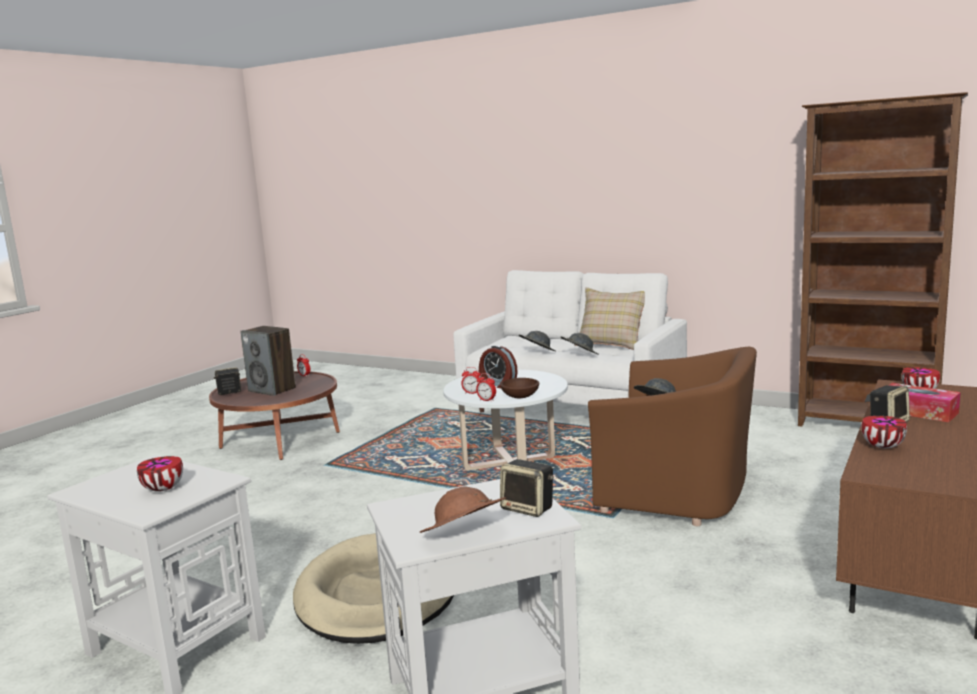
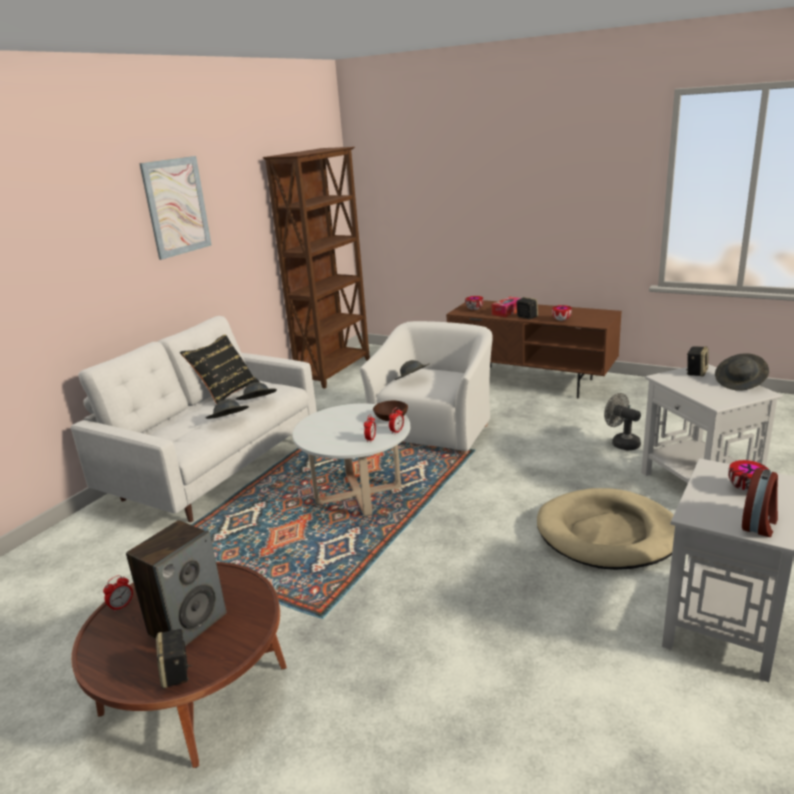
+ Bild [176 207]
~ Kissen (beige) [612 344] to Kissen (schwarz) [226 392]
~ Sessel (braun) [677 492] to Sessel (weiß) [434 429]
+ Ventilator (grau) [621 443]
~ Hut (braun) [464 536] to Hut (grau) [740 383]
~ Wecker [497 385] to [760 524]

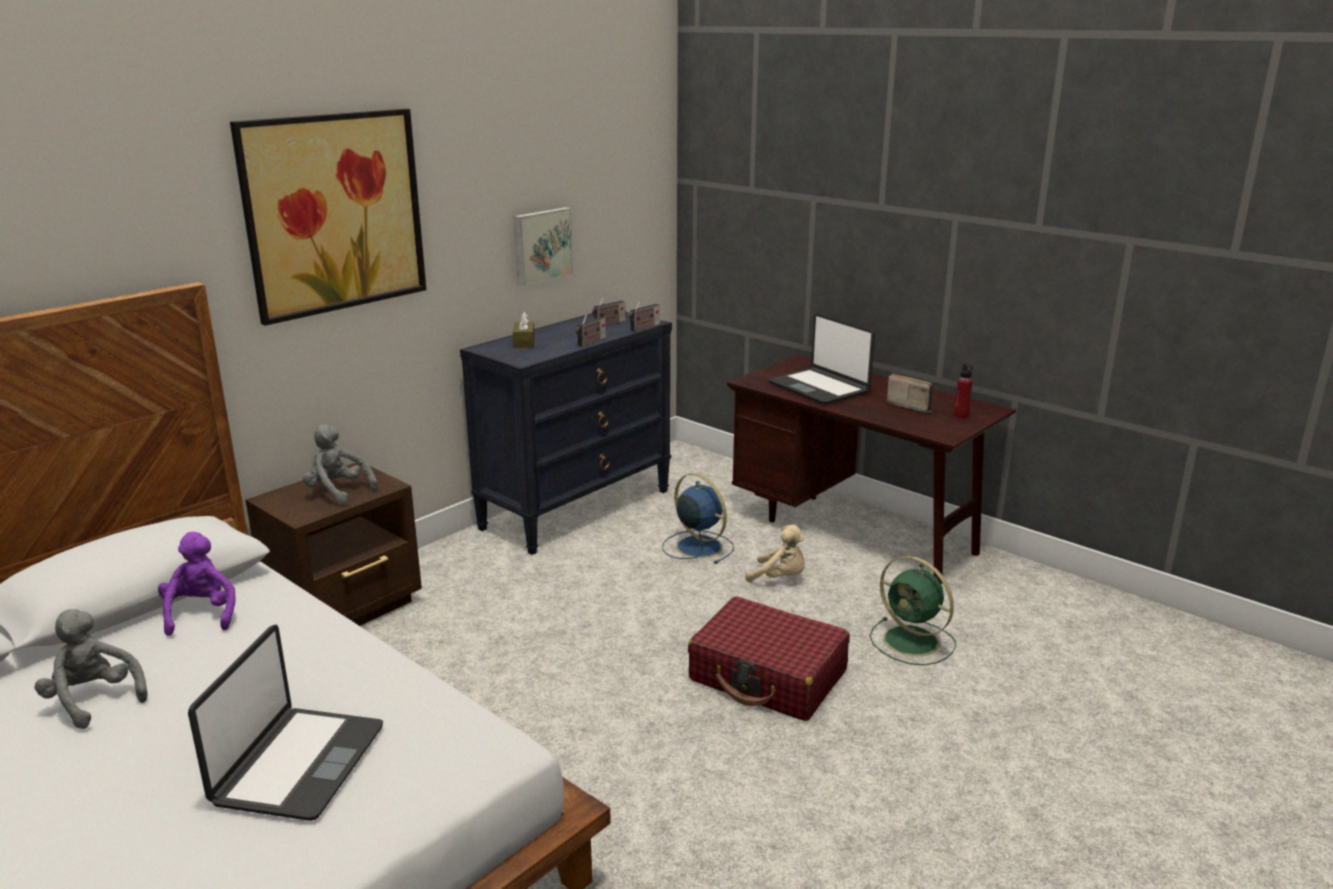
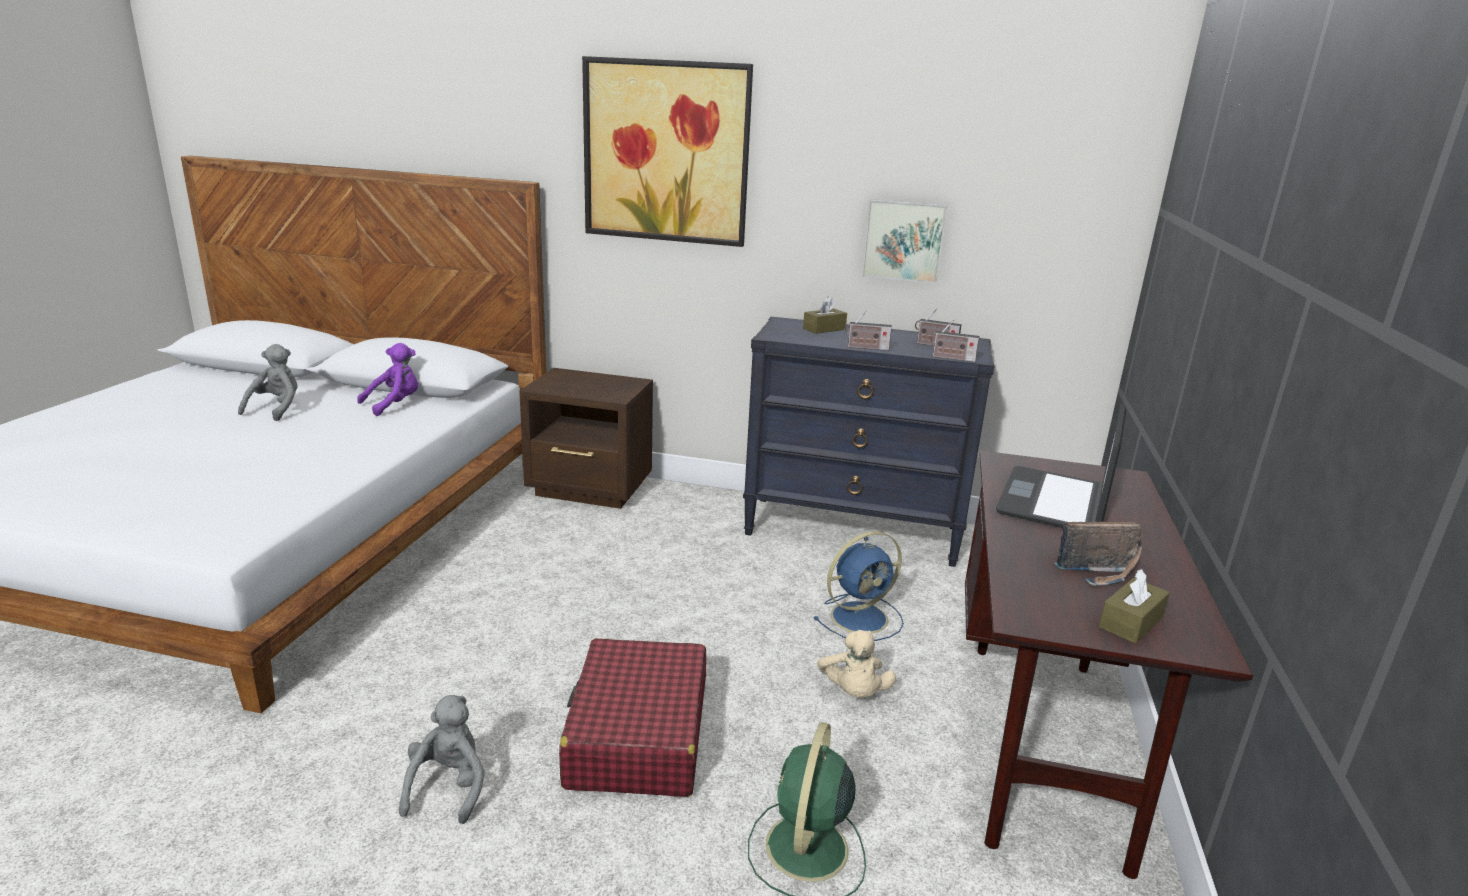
~ Plüschtier (grau) [338 492] to [448 787]
~ Ventilator (blau) [697 546] = [861 617] 45 degrees clockwise
~ Radio [910 405] = [1100 574] 75 degrees clockwise
~ Flasche (rot) [961 415] to Taschentuchbox (braun) [1131 622]
- Laptop [298 764]

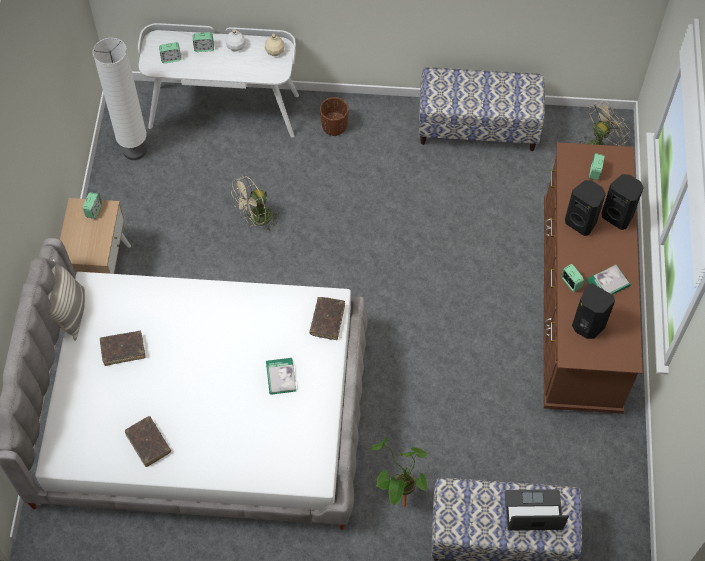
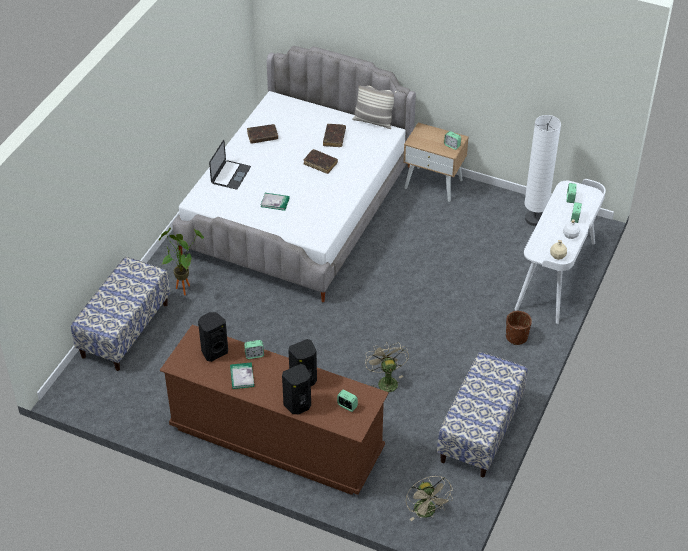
~ Laptop [533 511] to [230 175]
~ Buch (braun) [327 320] to [320 164]
~ Ventilator (beige) [256 219] to [385 381]

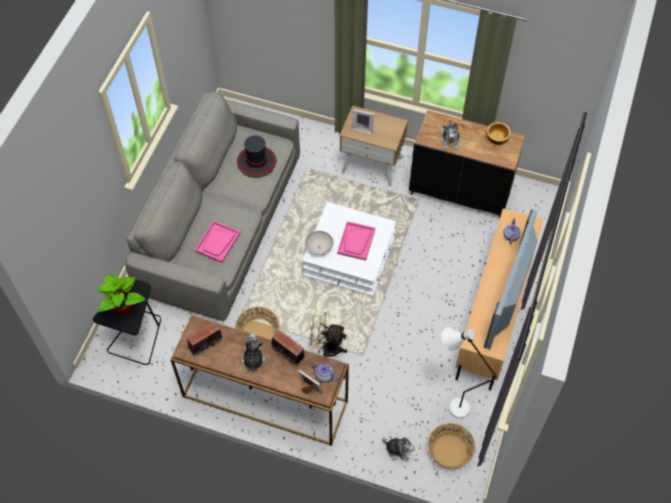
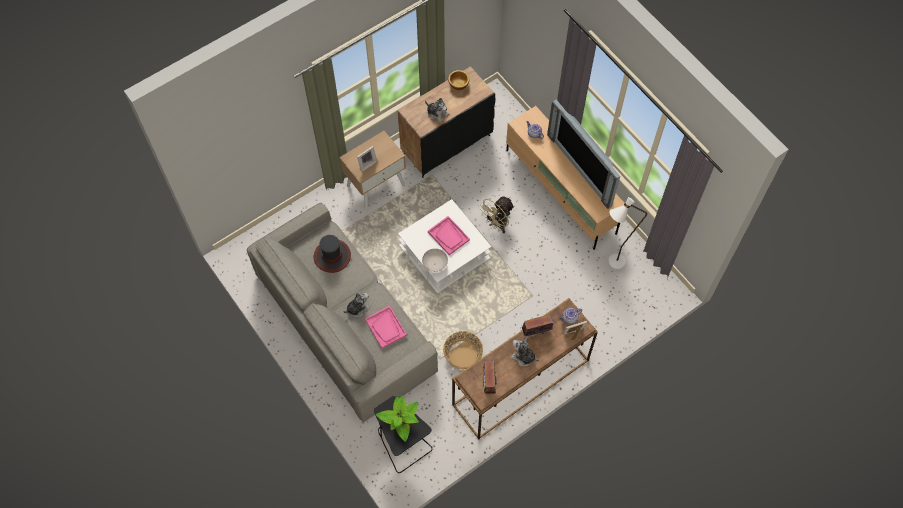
~ Plüschtier [398 450] to [357 308]
~ Ventilator (beige) [326 348] to [497 224]
- Korb [449 451]

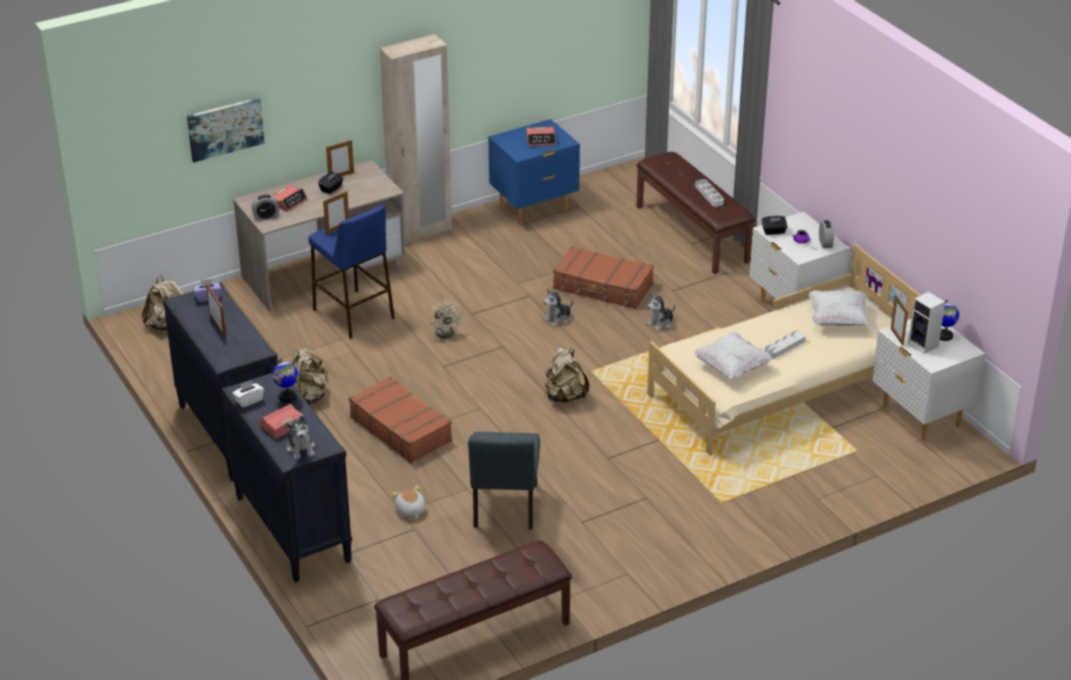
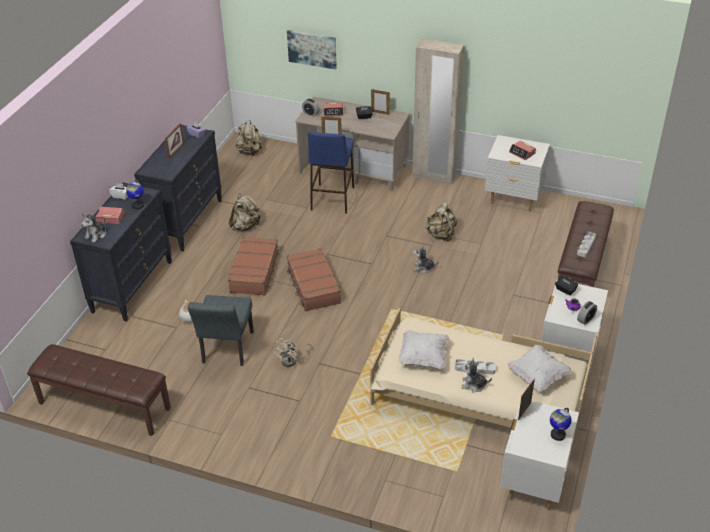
~ Stuhl (grau) [504 510] = [226 350] 45 degrees counterclockwise
~ Ventilator (beige) [447 331] to [292 361]
~ Koffer (braun) [603 287] to [313 286]
~ Rucksack (beige) [564 396] to [441 235]
~ Plüschtier [660 323] to [473 385]
~ Nachttisch (blau) [534 209] to Nachttisch (weiß) [513 199]
- Lautsprecher [924 345]

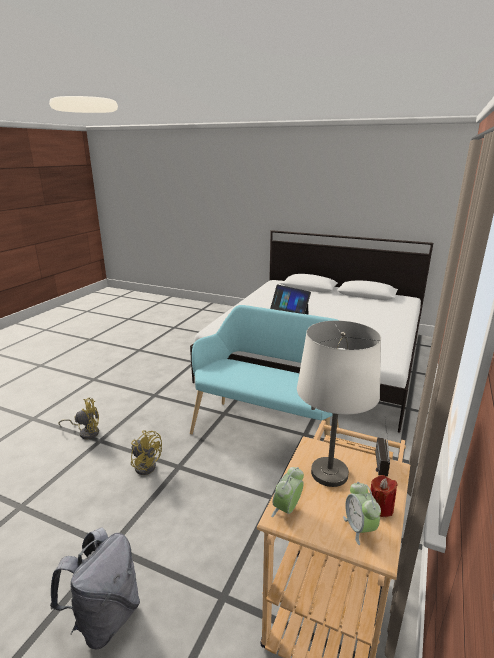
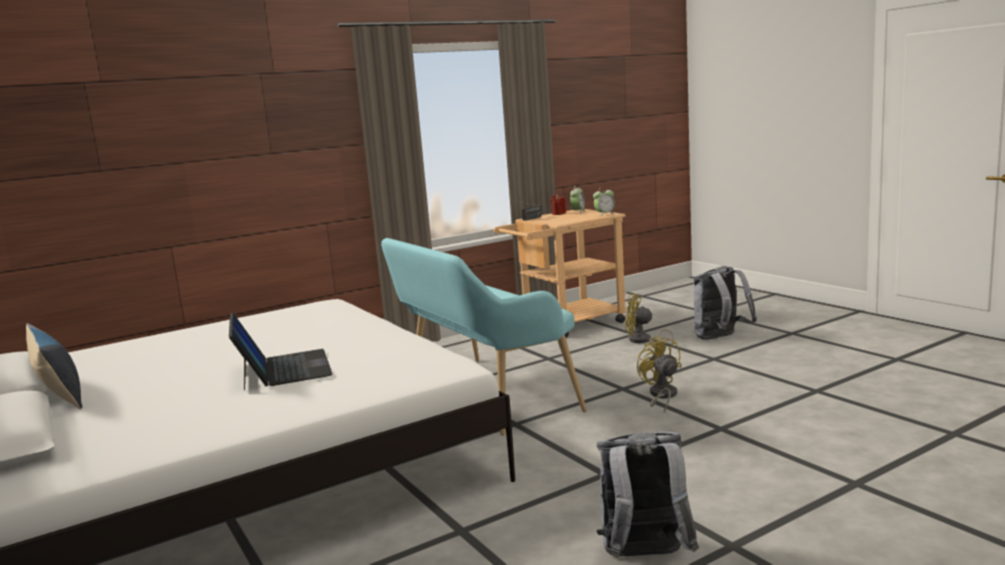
+ Kissen [59 394]
+ Rucksack (grau) [645 558]
~ Ventilator (gelb) [86 432] to [642 341]
- Tischlampe (weiß) [329 473]

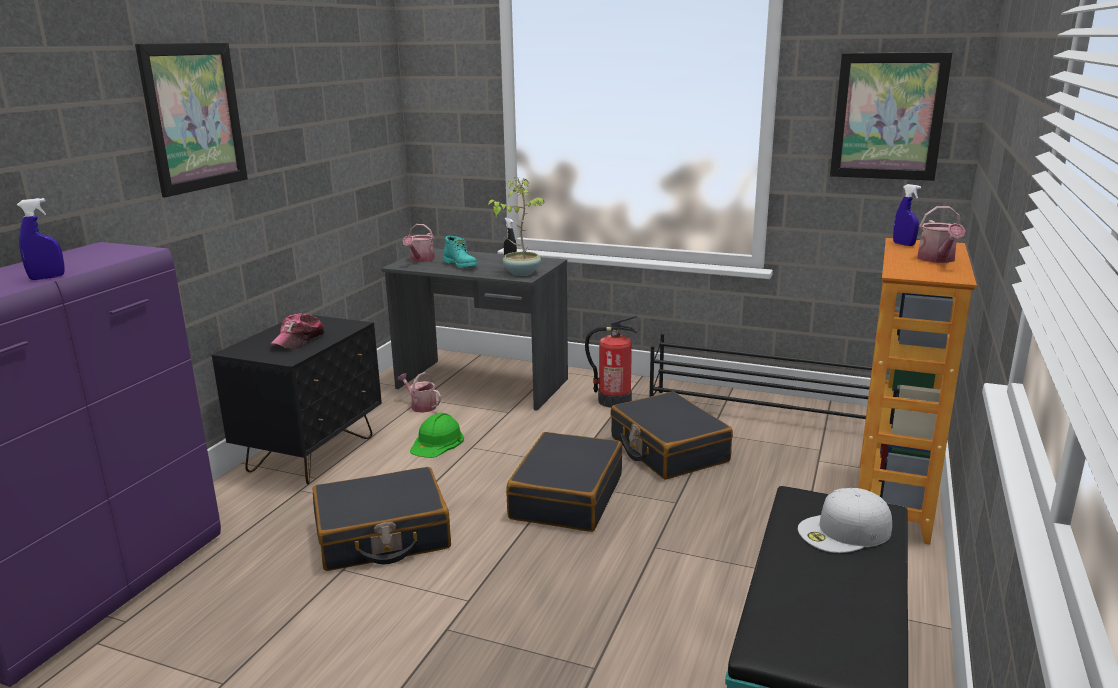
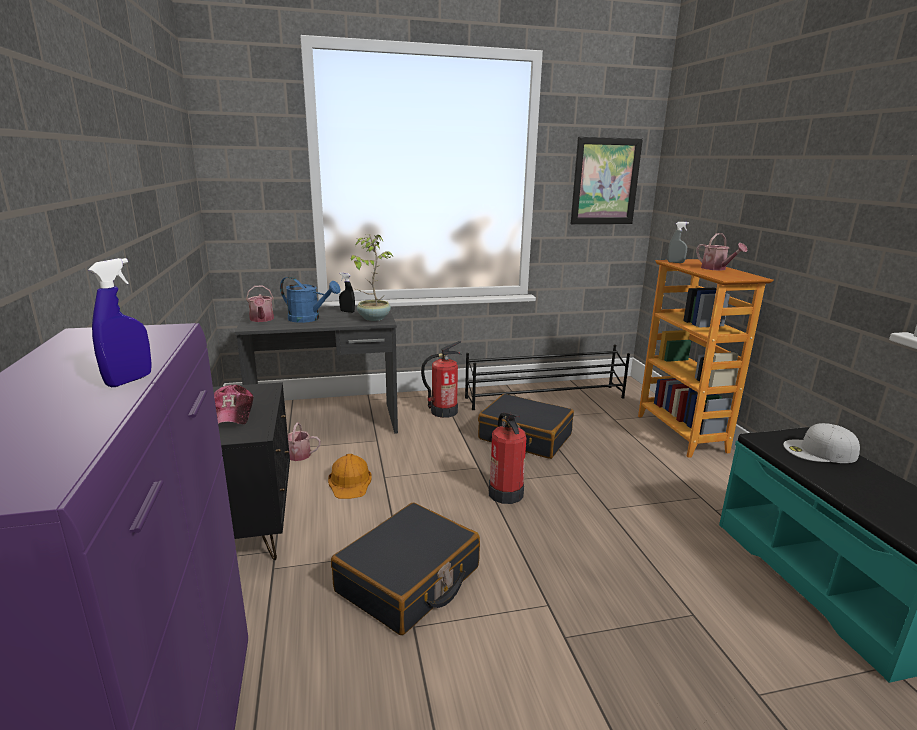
~ Stiefel (türkis) [461 265] to Gießkanne (blau) [309 319]
~ Schutzhelm (grün) [437 442] to Schutzhelm (orange) [350 482]
~ Koffer (schwarz) [566 497] to Feuerlöscher [505 493]
~ Sprühflasche (blau) [903 244] to Sprühflasche (grau) [675 262]
~ Kappe (weiß) [844 531] = [819 451] 60 degrees clockwise
- Bild [194 117]

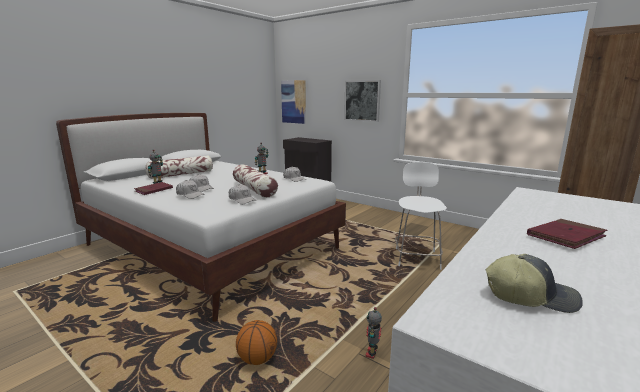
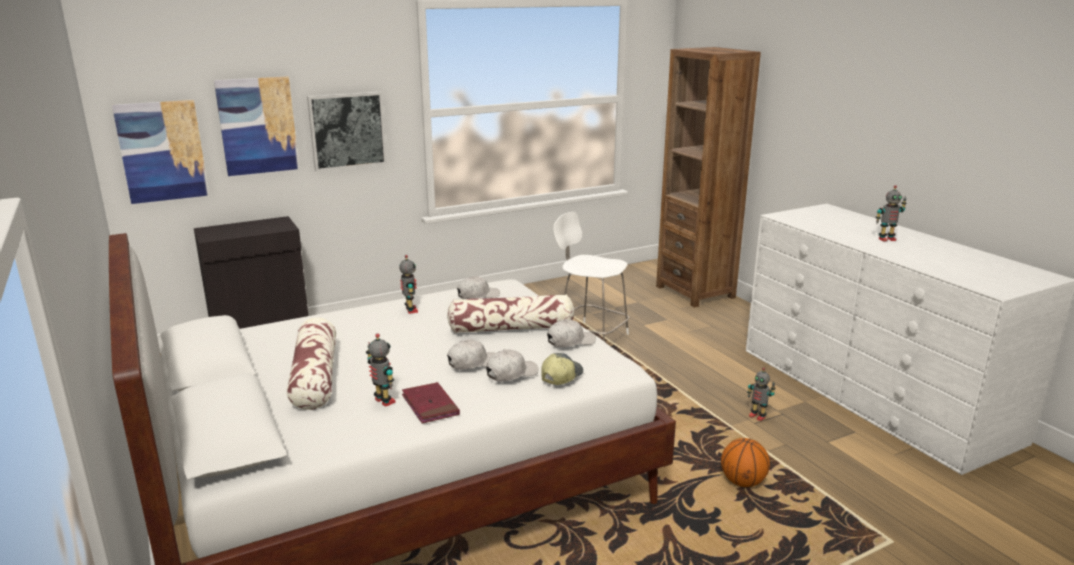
+ Bild [257 126]
~ Kappe [529 296] to [561 376]
~ Buch (rot) [565 237] to Spielzeugroboter [886 239]

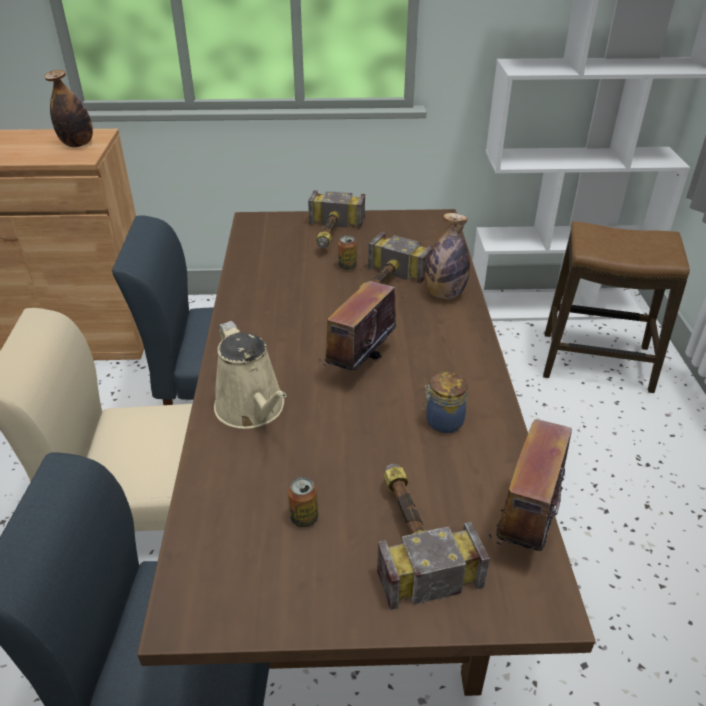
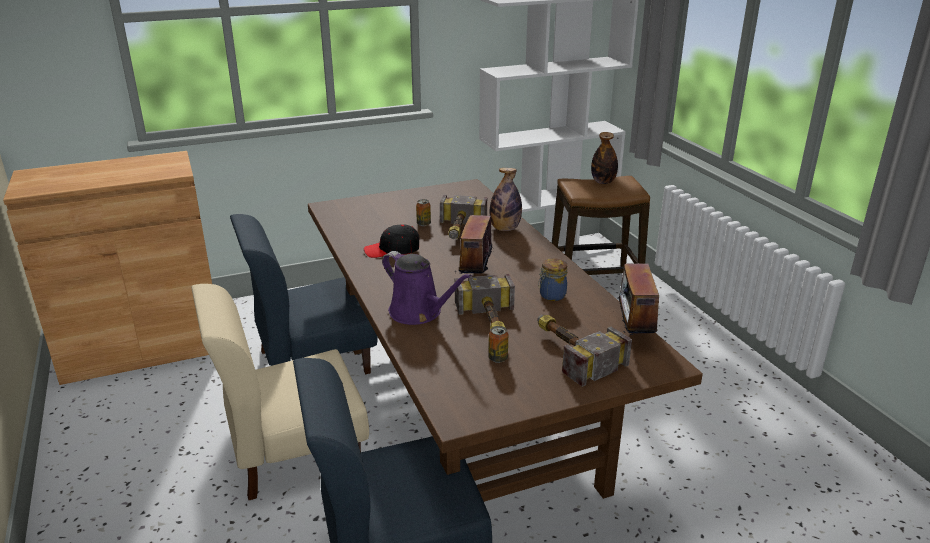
+ Kappe (schwarz) [392 250]
~ Gießkanne (beige) [253 409] to Gießkanne (lila) [419 313]
~ Hammer [331 235] to [490 323]
~ Flasche [77 144] to [603 182]

